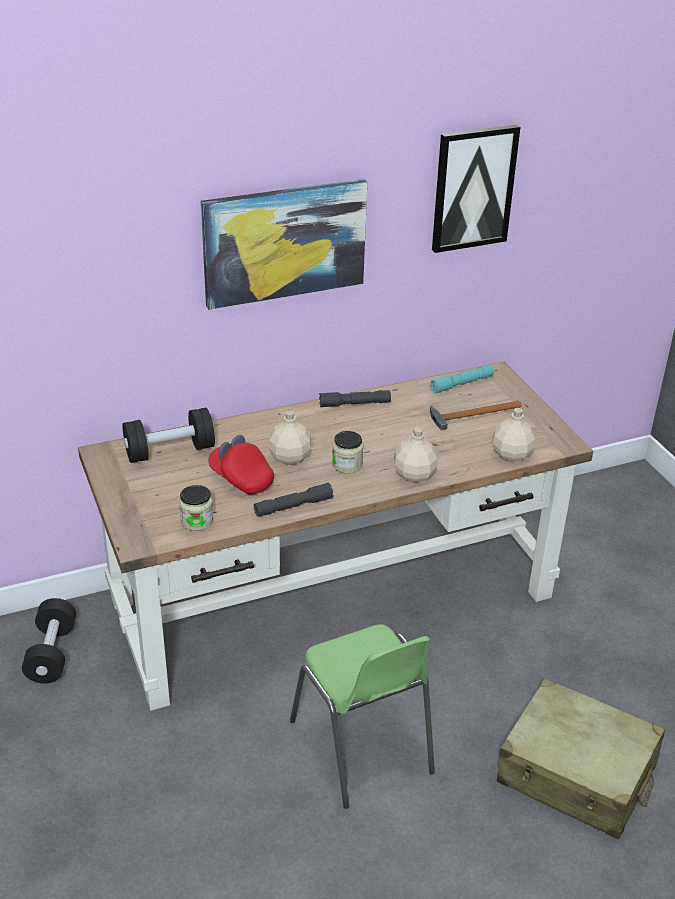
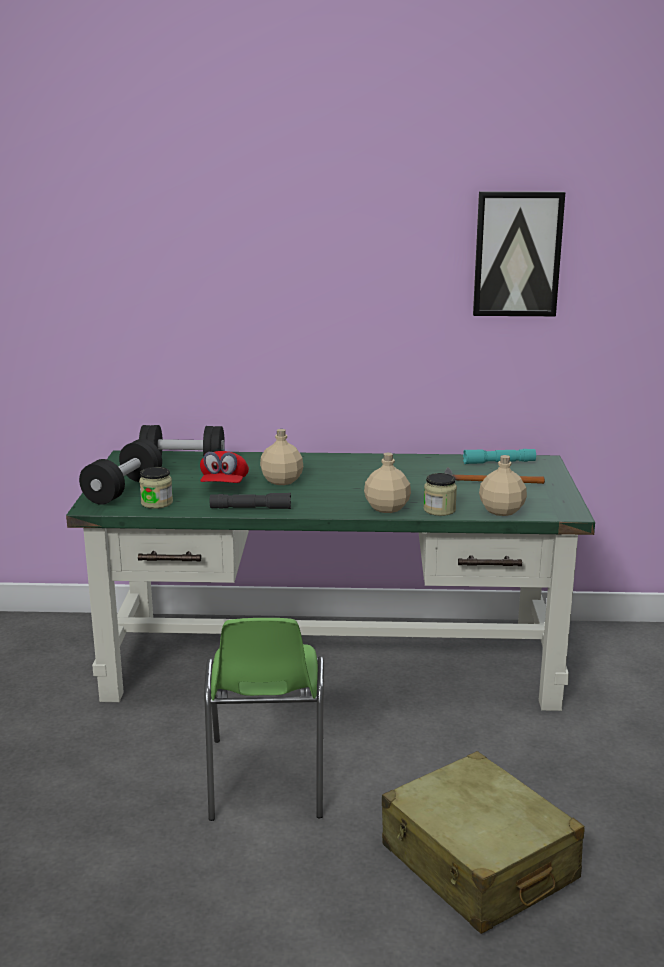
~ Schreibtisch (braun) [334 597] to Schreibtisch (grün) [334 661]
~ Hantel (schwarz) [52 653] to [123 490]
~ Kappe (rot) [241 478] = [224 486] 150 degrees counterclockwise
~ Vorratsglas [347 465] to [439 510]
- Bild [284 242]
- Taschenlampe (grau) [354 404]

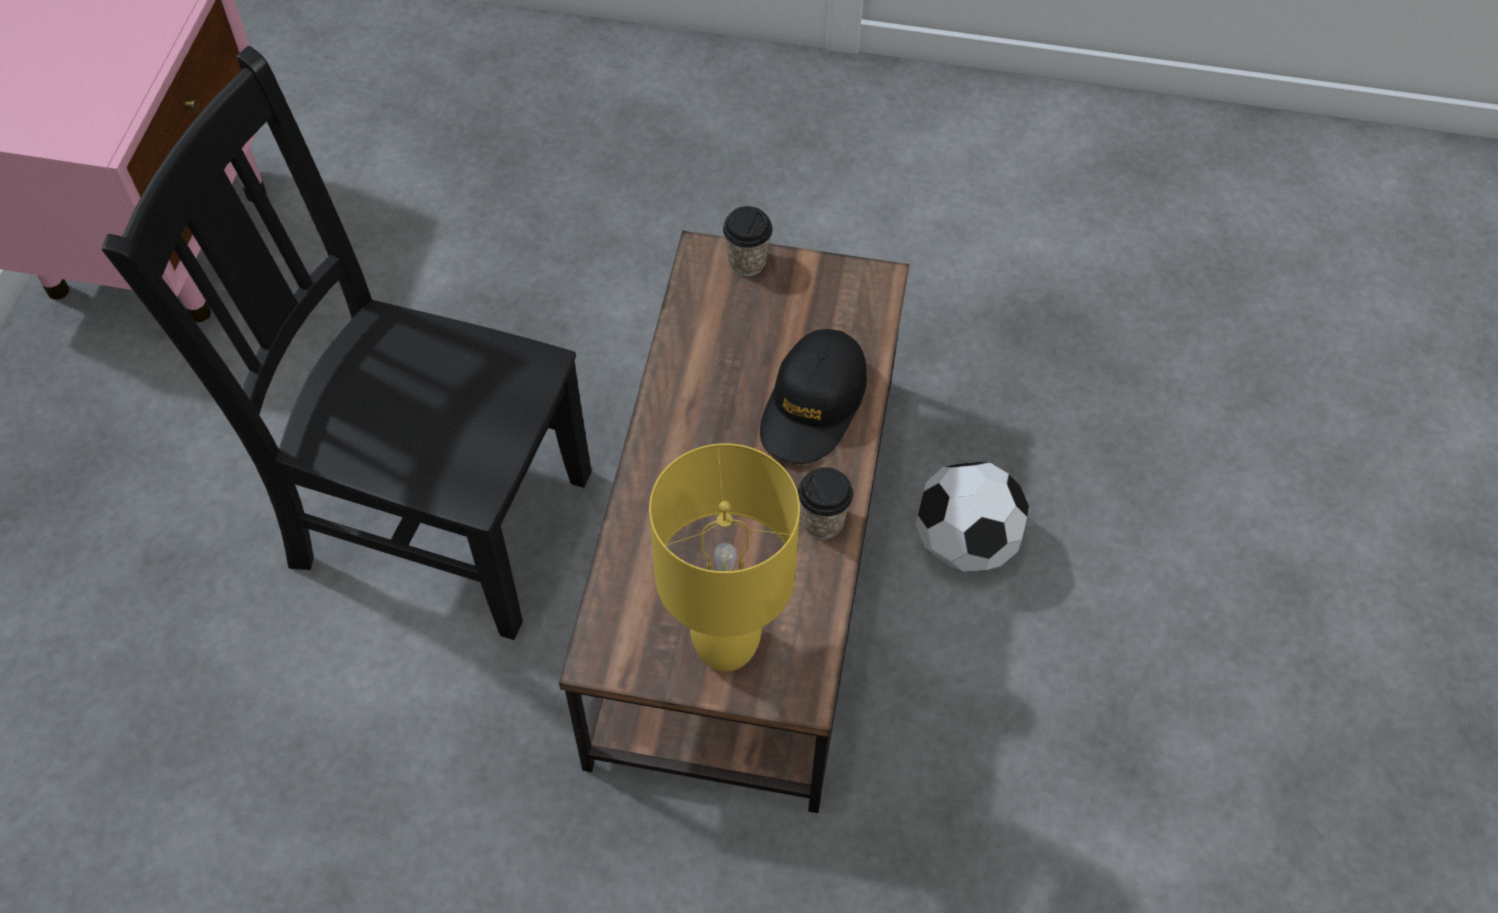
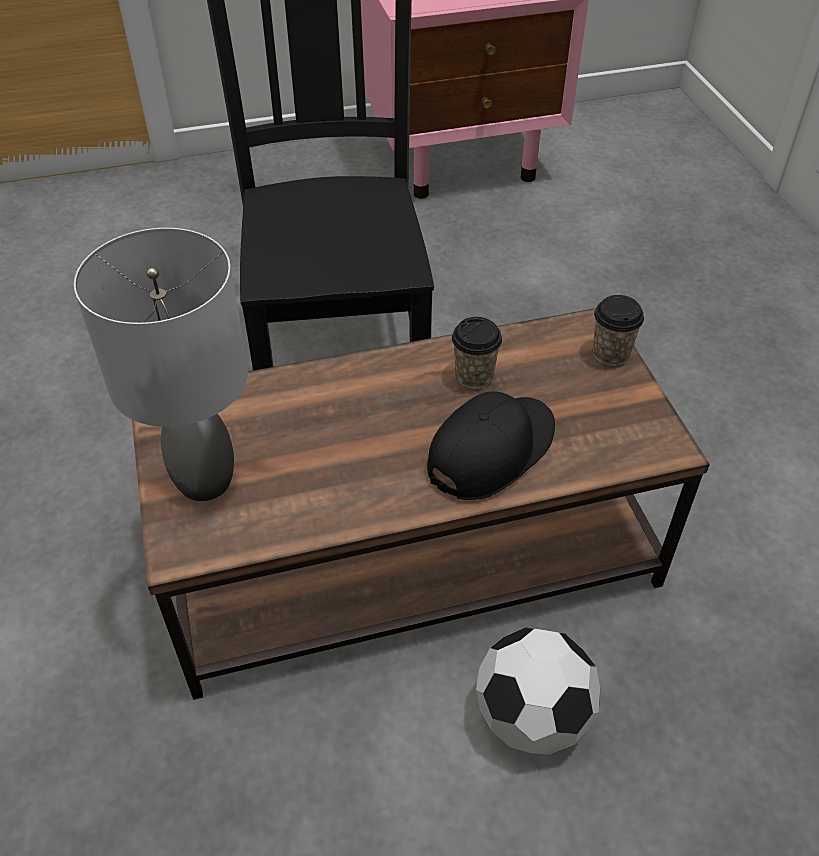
~ Tischlampe (gelb) [726 644] to Tischlampe (grau) [207 480]
~ Kappe (schwarz) [813 406] = [491 450] 135 degrees clockwise
~ Tasse [822 522] to [474 376]

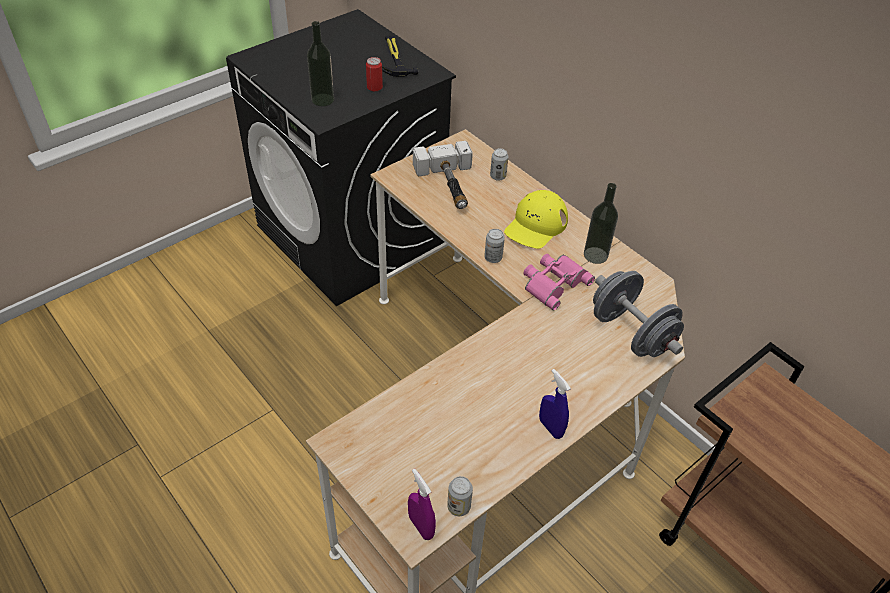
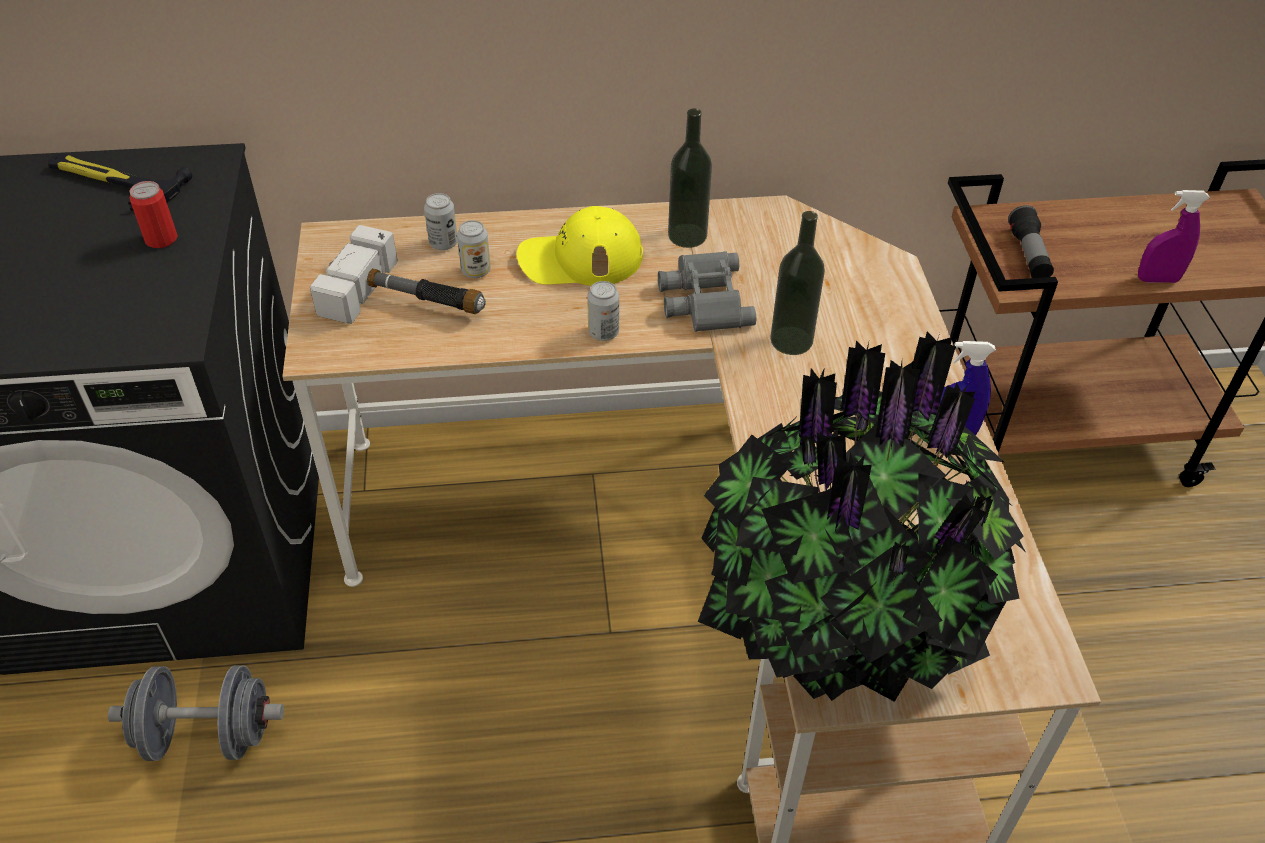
~ Hantel (grau) [631 333] to [207 735]
~ Dose [458 507] to [476 271]
~ Kappe (gelb) [536 225] = [580 258] 105 degrees clockwise
~ Fernglas (rosa) [553 282] to Fernglas (grau) [702 299]
+ Topfpflanze [842 614]
~ Flasche [322 100] to [791 340]
+ Taschenlampe [1028 255]
~ Sprühflasche (lila) [421 526] to [1157 279]

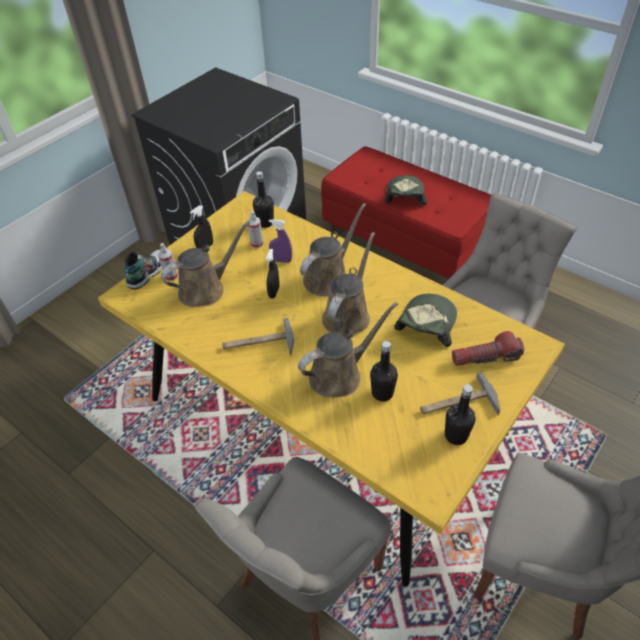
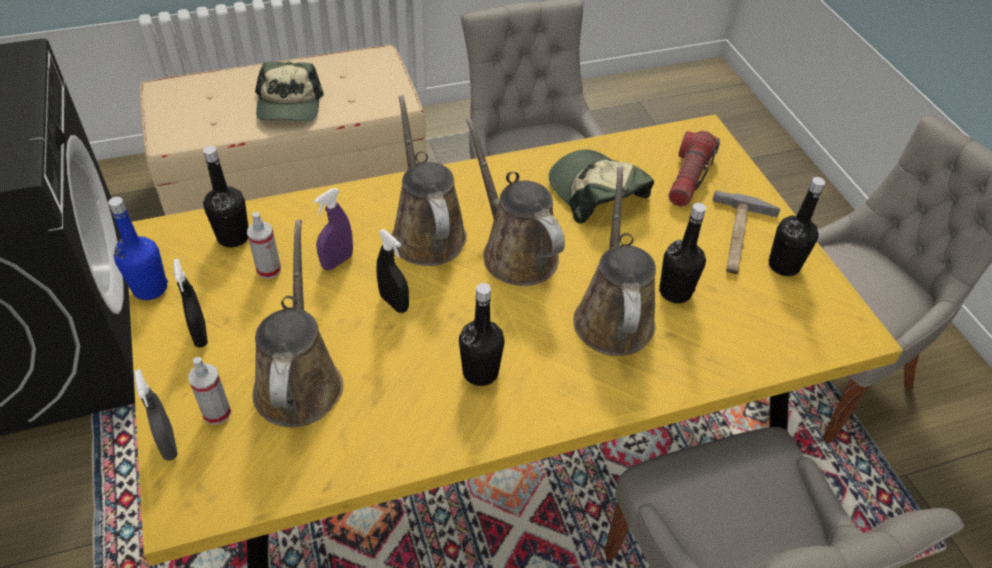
+ Flasche (blau) [150 288]
~ Schuh [147 273] to Sprühflasche (grau) [168 444]
~ Bank (rot) [403 246] to Bank (beige) [297 189]
~ Kappe [405 195] = [289 106] 135 degrees counterclockwise
~ Hammer [258 343] to Flasche (schwarz) [480 372]

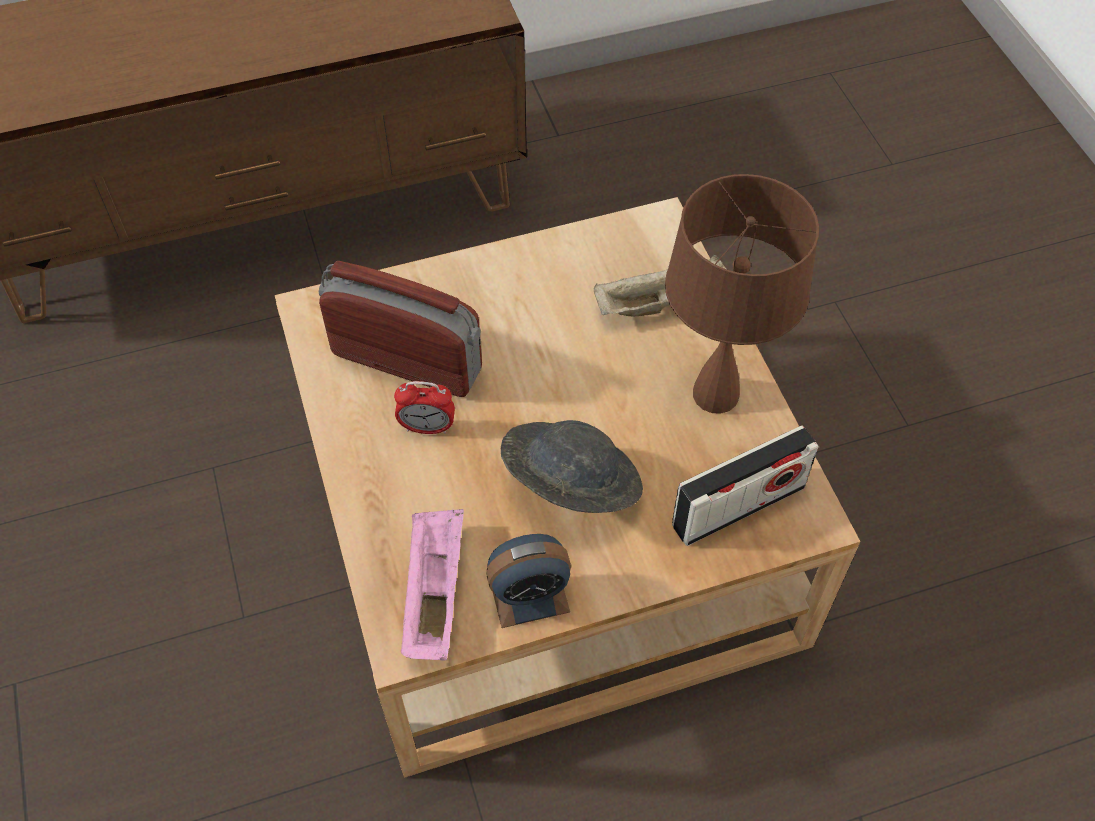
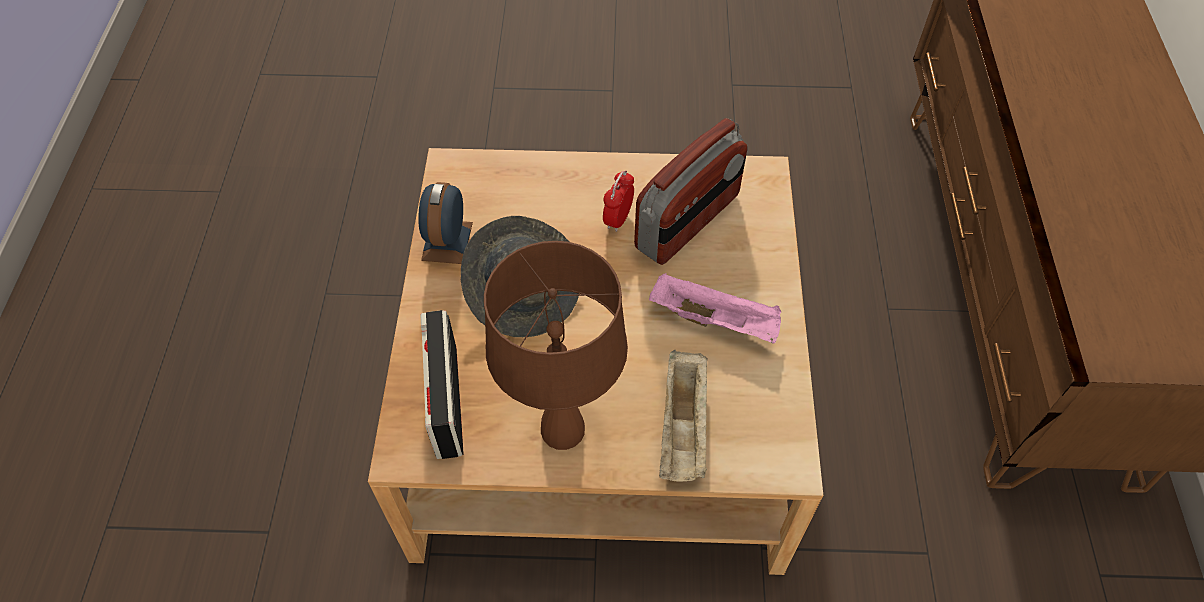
~ Tablett (rosa) [433 592] to [716 320]

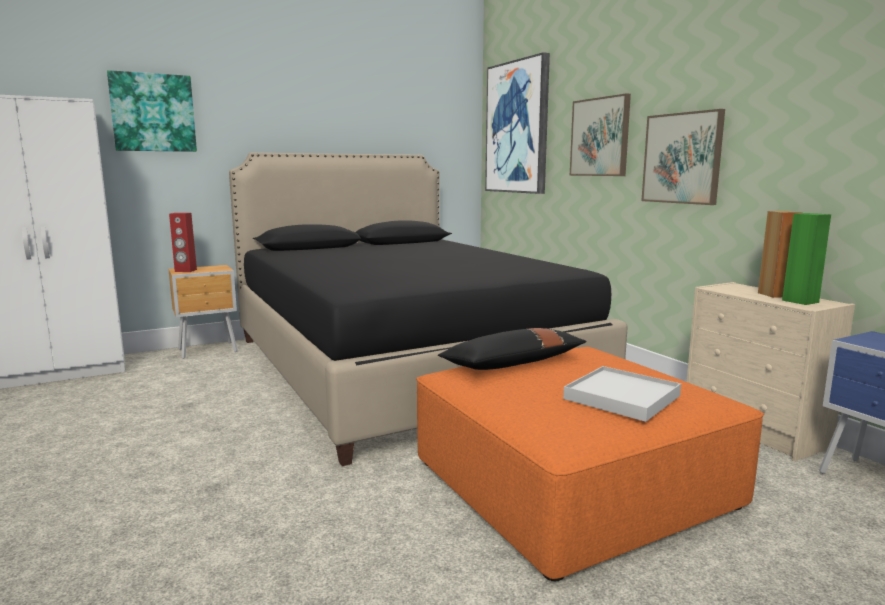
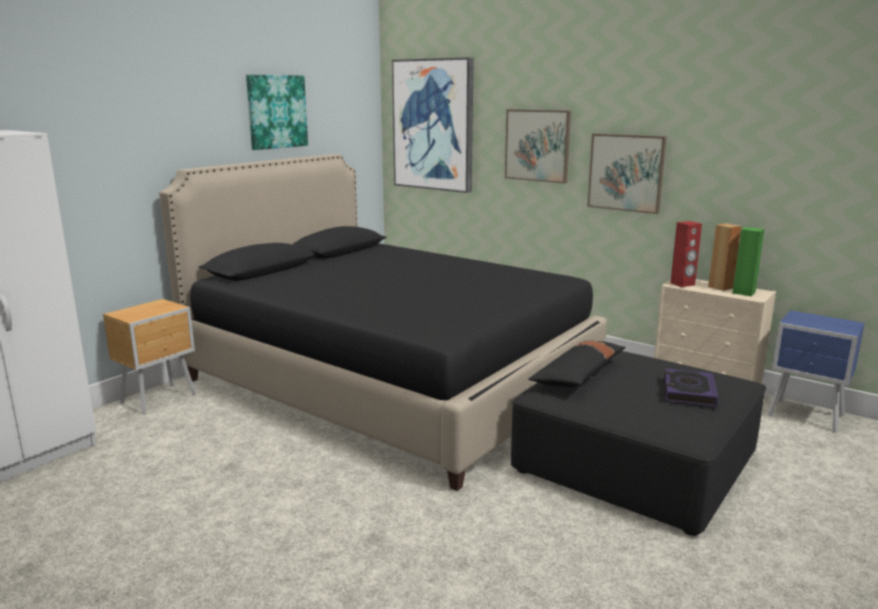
~ Bild [153 113] to [276 111]
~ Polsterhocker (orange) [572 481] to Polsterhocker (schwarz) [634 460]
~ Tablett (weiß) [621 397] to Buch [688 392]
~ Lautsprecher (rot) [185 270] to [682 284]

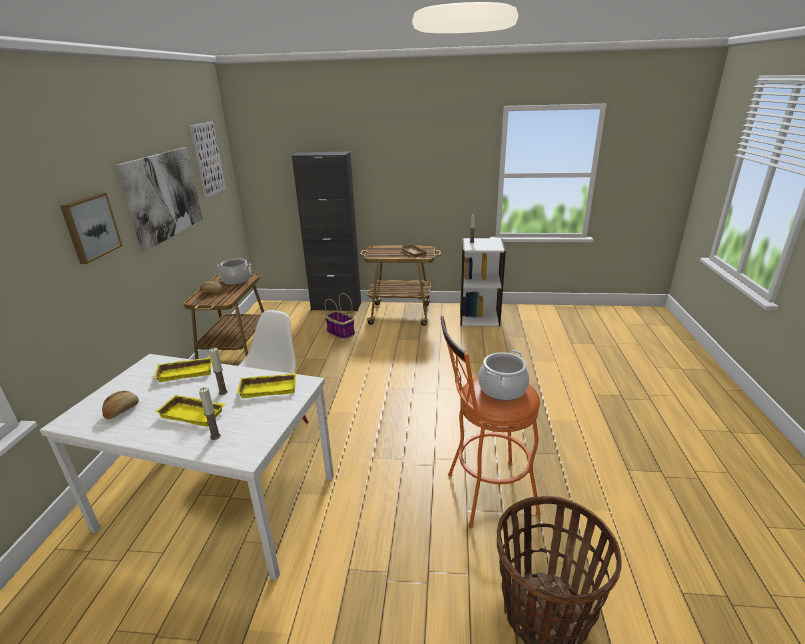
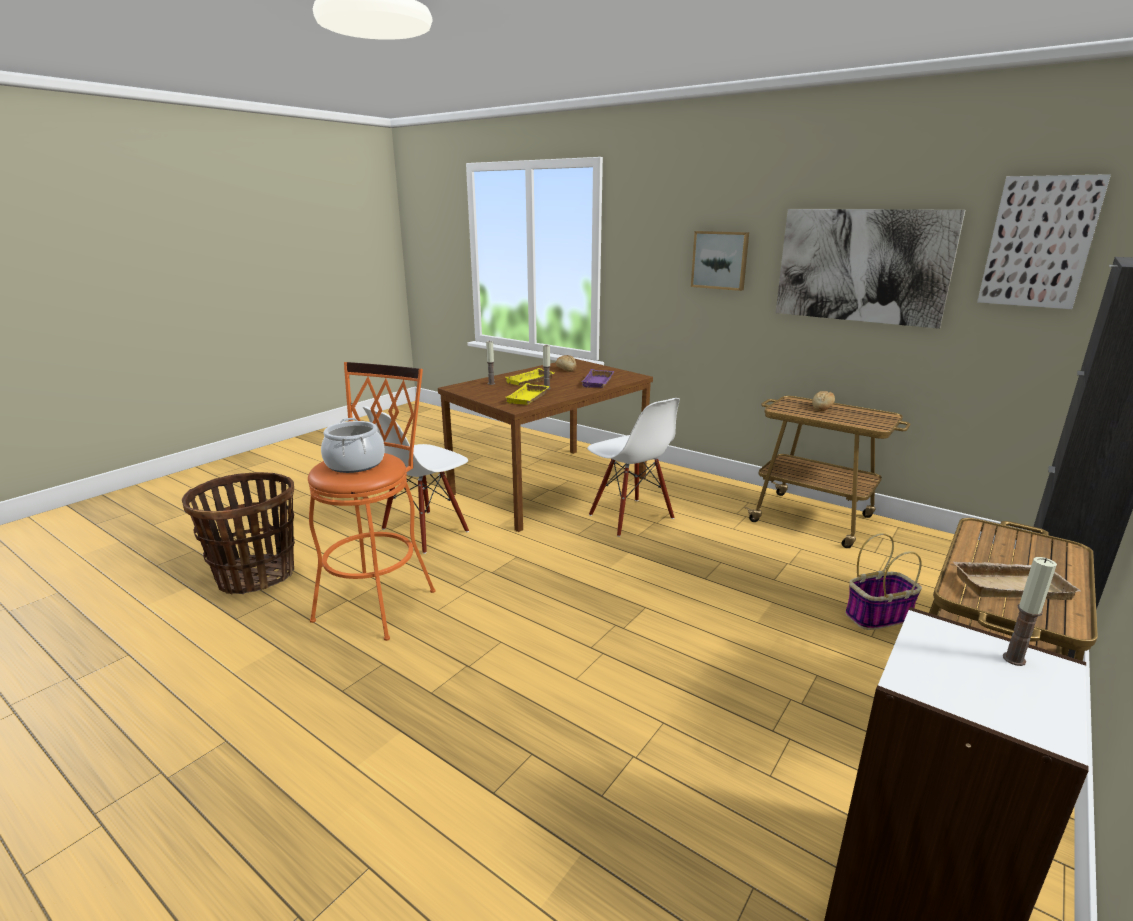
+ Stuhl (weiß) [425 531]
~ Esstisch (weiß) [217 503] to Esstisch (braun) [549 485]
~ Tablett (gelb) [186 372] to Tablett (lila) [599 382]
- Kochtopf [236 280]

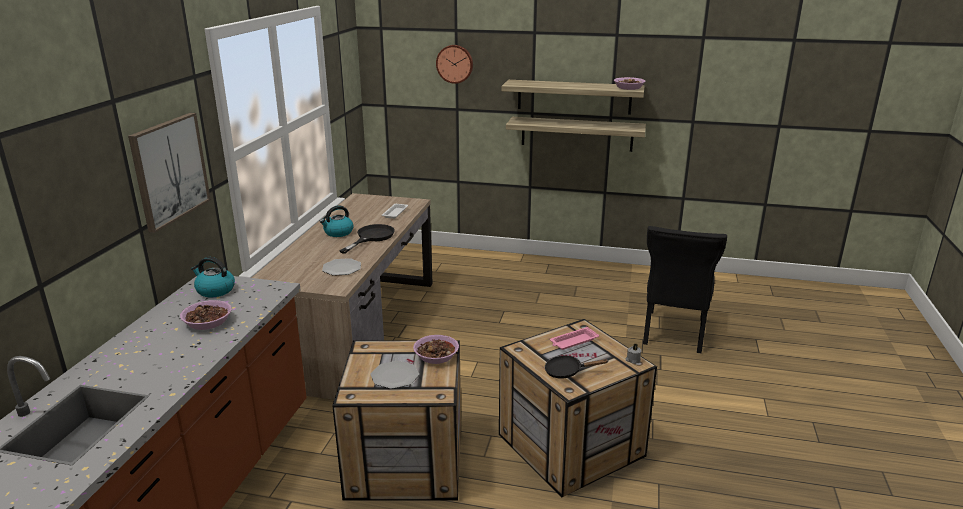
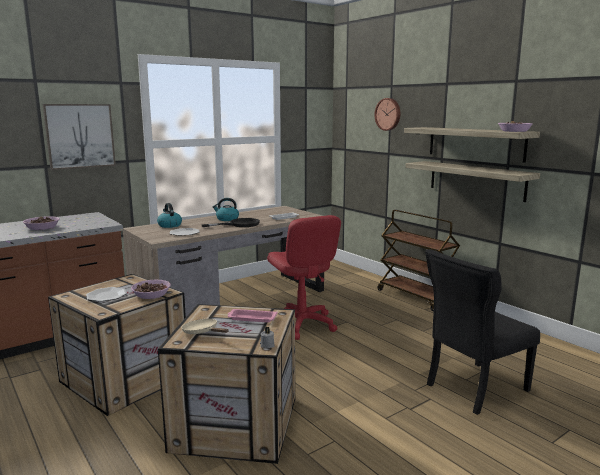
~ Wasserkessel [215 290] to [169 225]
~ Pfanne (schwarz) [567 372] to Pfanne (beige) [202 332]
+ Bürostuhl (rot) [301 324]
+ Rollwagen (braun) [416 297]

